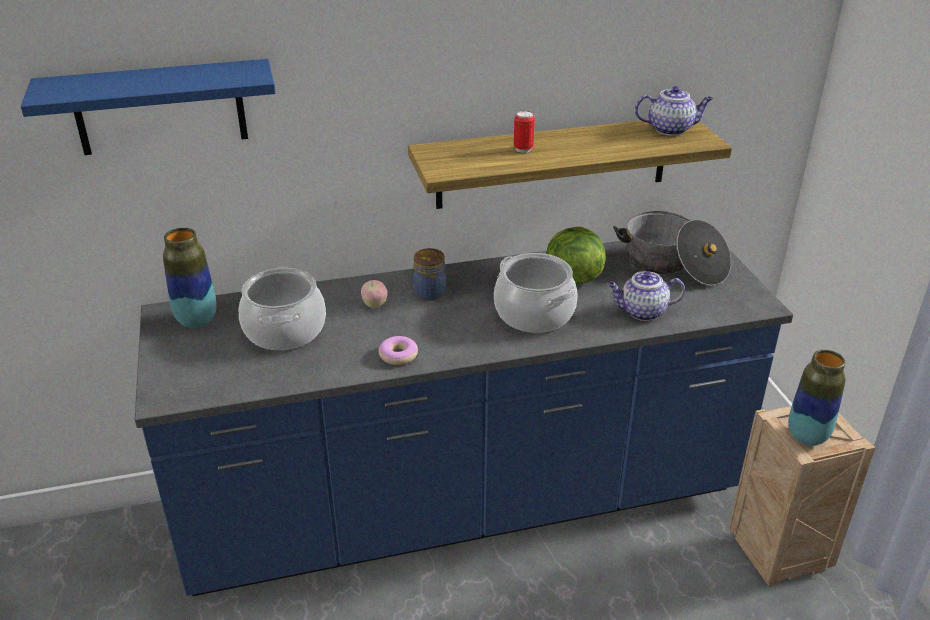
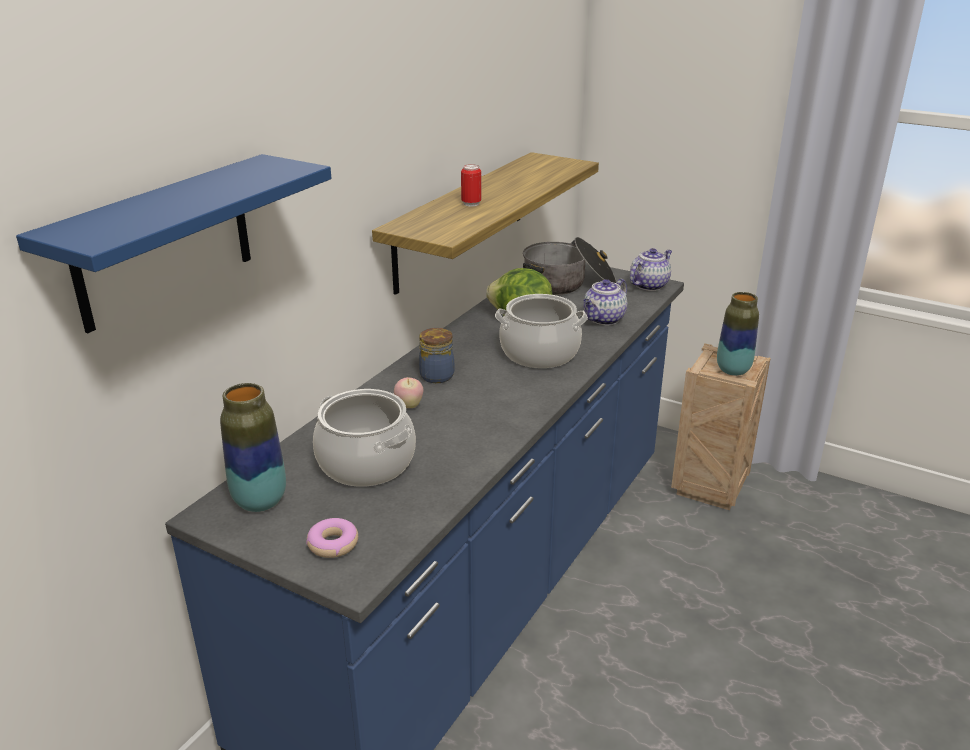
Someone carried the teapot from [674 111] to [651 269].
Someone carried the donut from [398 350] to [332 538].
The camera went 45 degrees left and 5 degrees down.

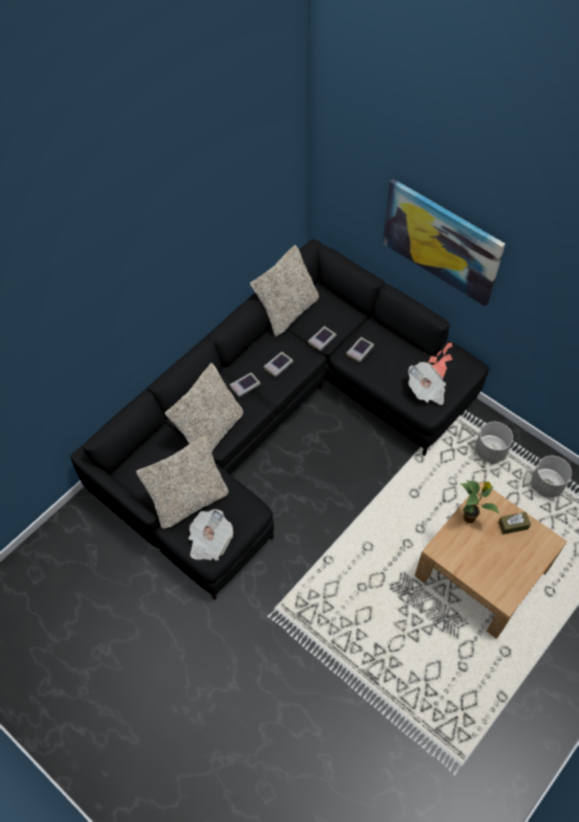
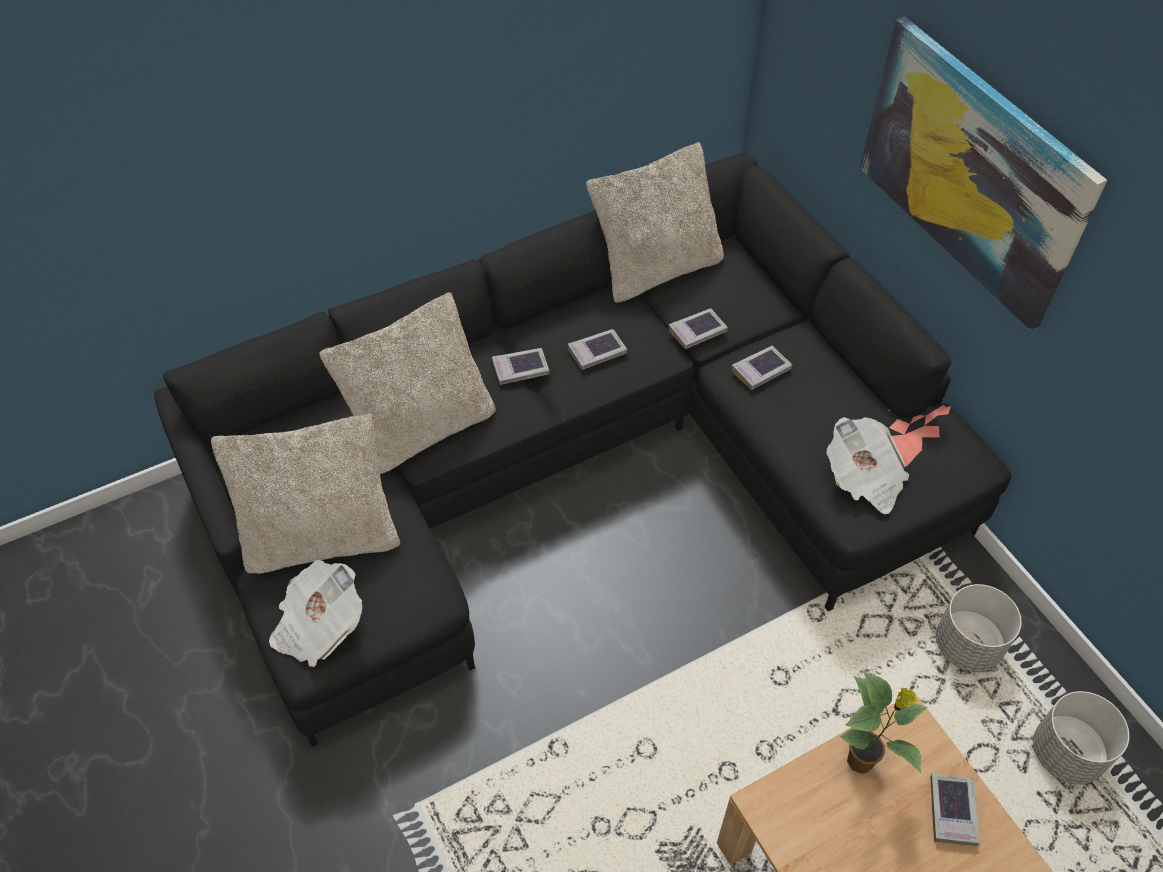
Someone swapped the tissue box (brown) at [514 523] for the book at [954 809].
The camera went 20 degrees right and 5 degrees down.

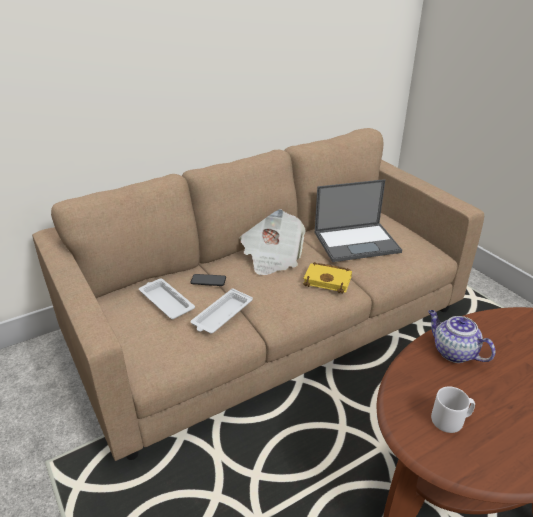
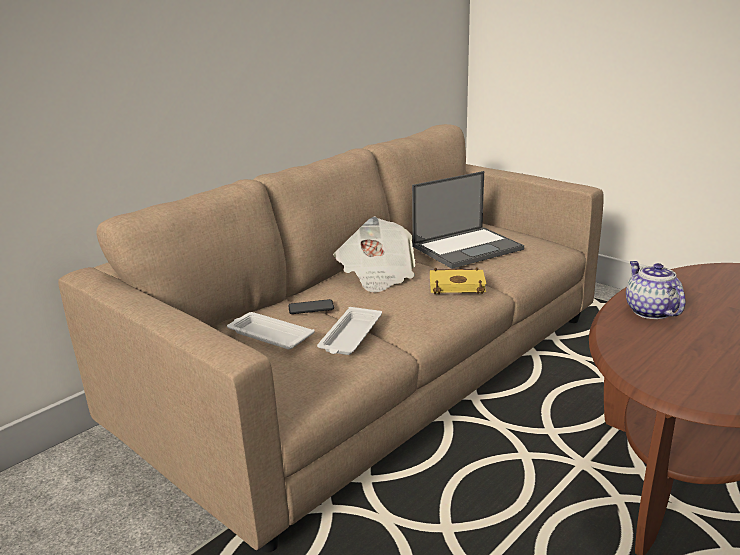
Someone rotated the teapot at [462 336] by 45 degrees clockwise.
Someone took away the mug (white) at [453 409].
The camera went 15 degrees left and 10 degrees down.

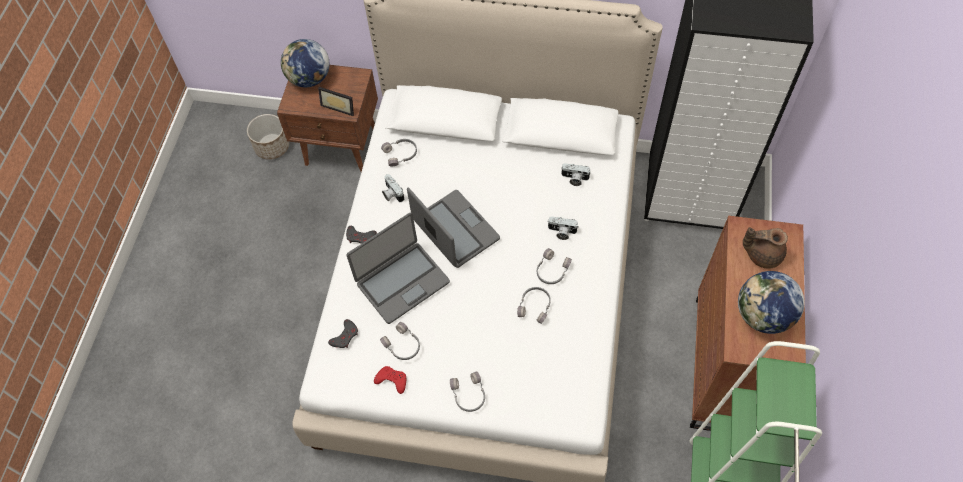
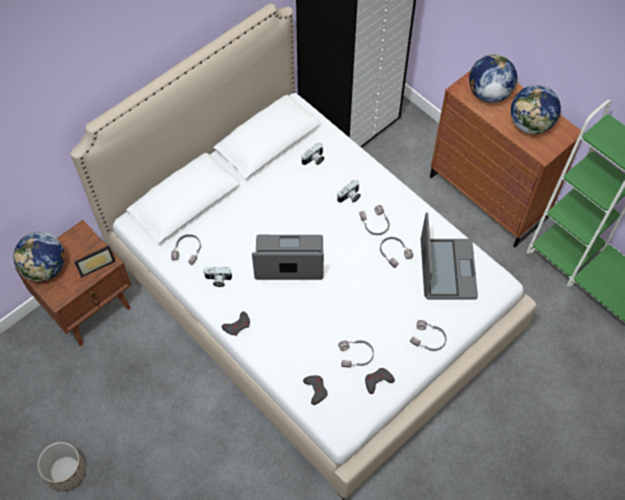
Someone carried the planter from [268 137] to [61 466].
Someone carried the laptop from [398 268] to [449 256].
Someone swapped the teapot (brown) at [765 248] for the globe at [493 78].
Someone repainted the game controller (red) at [390 380], which became the game controller (grey) at [380 381].
The camera went 55 degrees left and 0 degrees up.

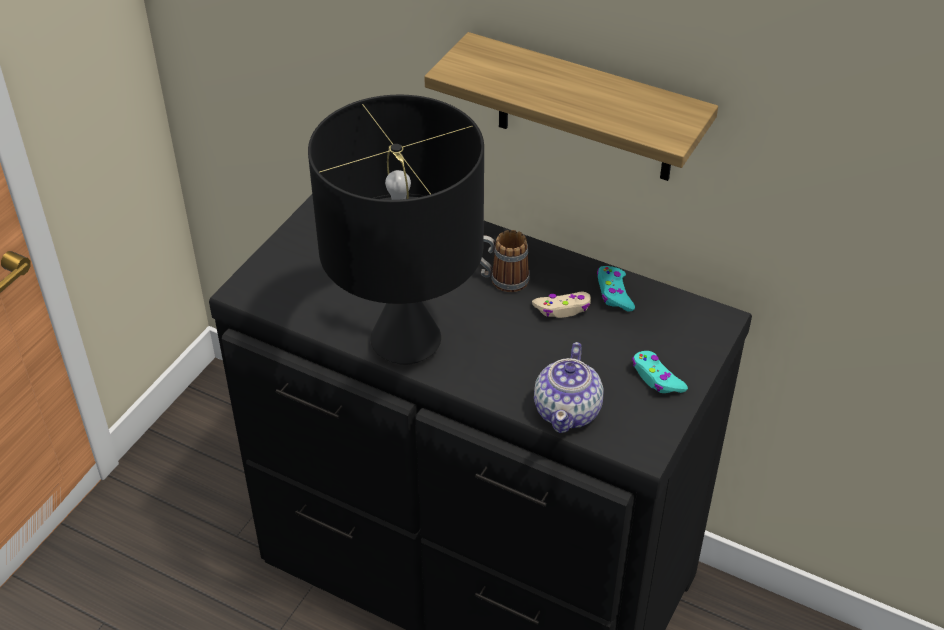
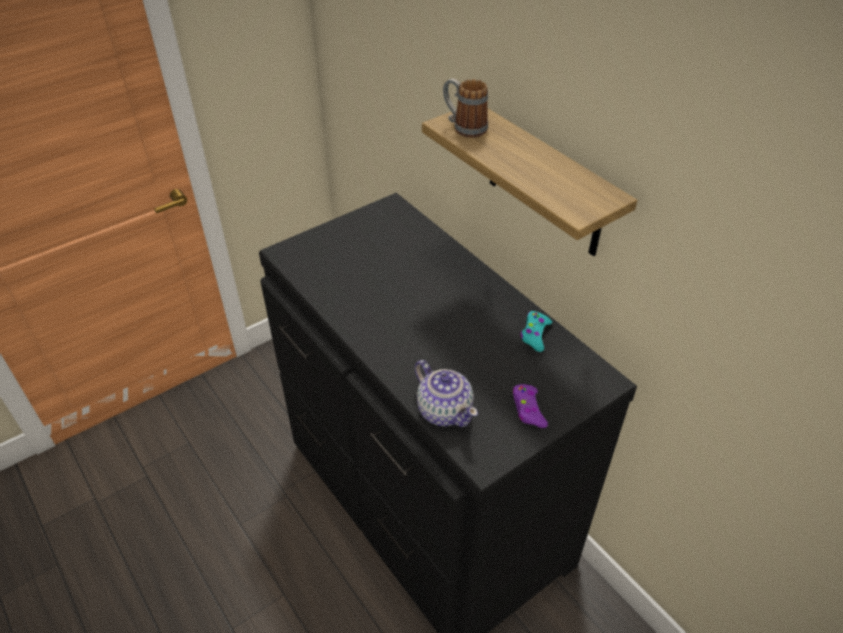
Someone took away the table lamp (black) at [396 230].
Someone carried the mug from [505 261] to [465 108].
Someone took away the game controller (beige) at [561 304].
Someone rotated the teapot at [568 387] by 75 degrees counterclockwise.
Someone repainted the game controller (turquoise) at [660 372], which became the game controller (purple) at [530 406].
The camera went 25 degrees right and 0 degrees up.

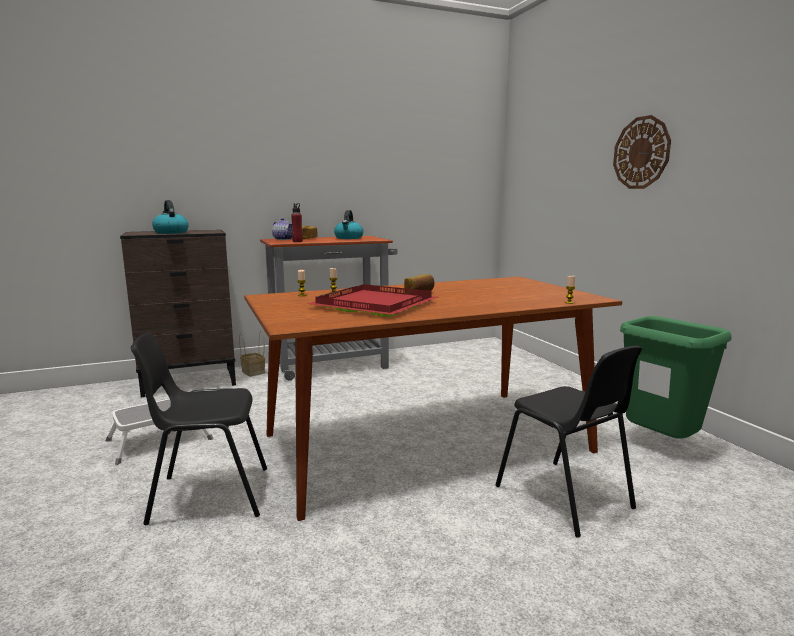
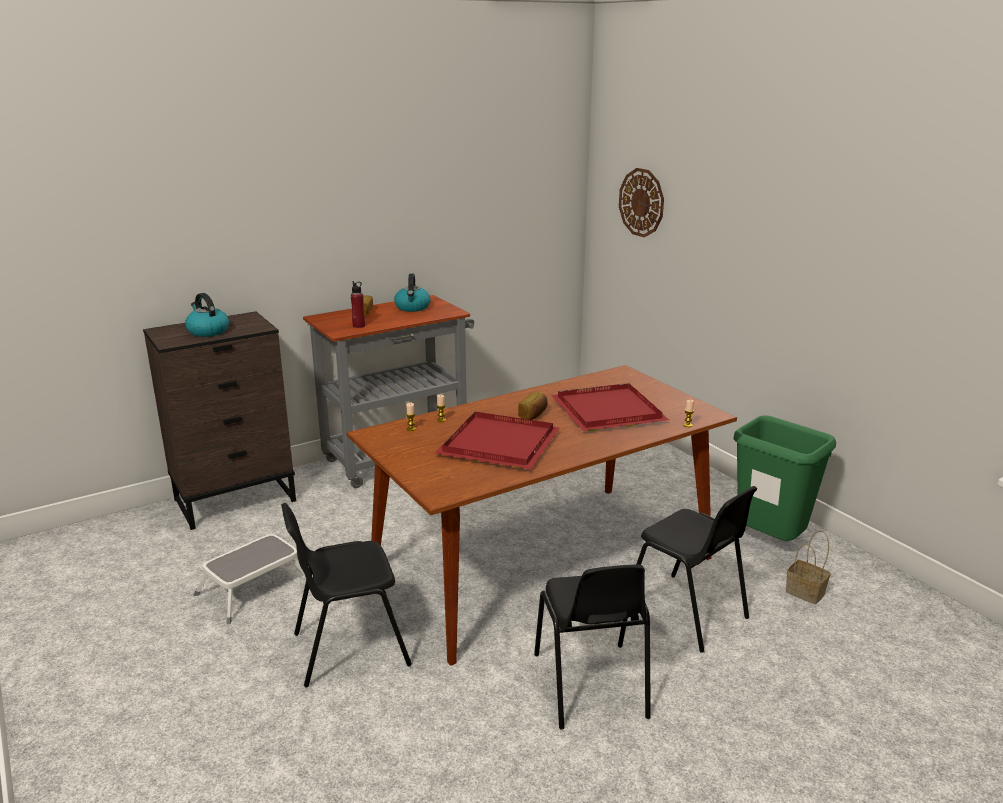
Someone carried the wall clock from [642 152] to [641 202].
Someone took away the teapot at [282 229].
Someone carried the basket from [252 353] to [808 567].
Someone put down the tray (red) at [610 407].
Someone put down the chair (black) at [592 646].
The camera went 10 degrees left and 10 degrees up.

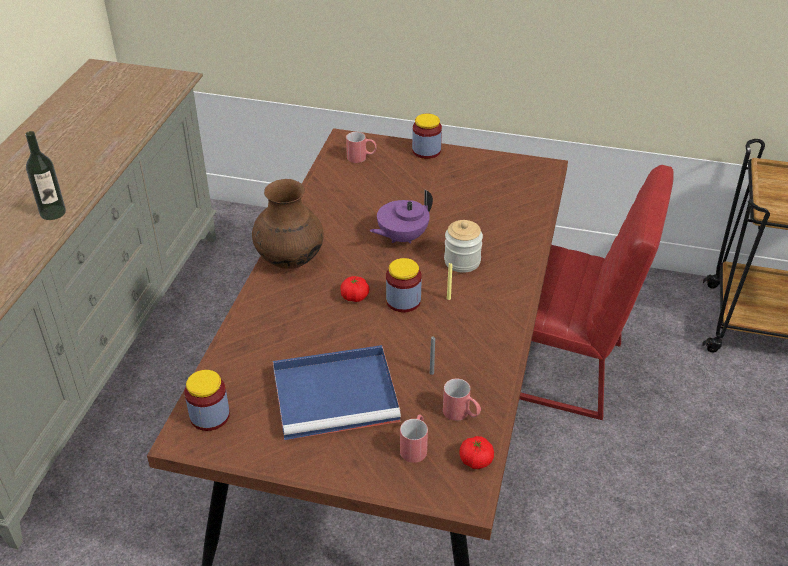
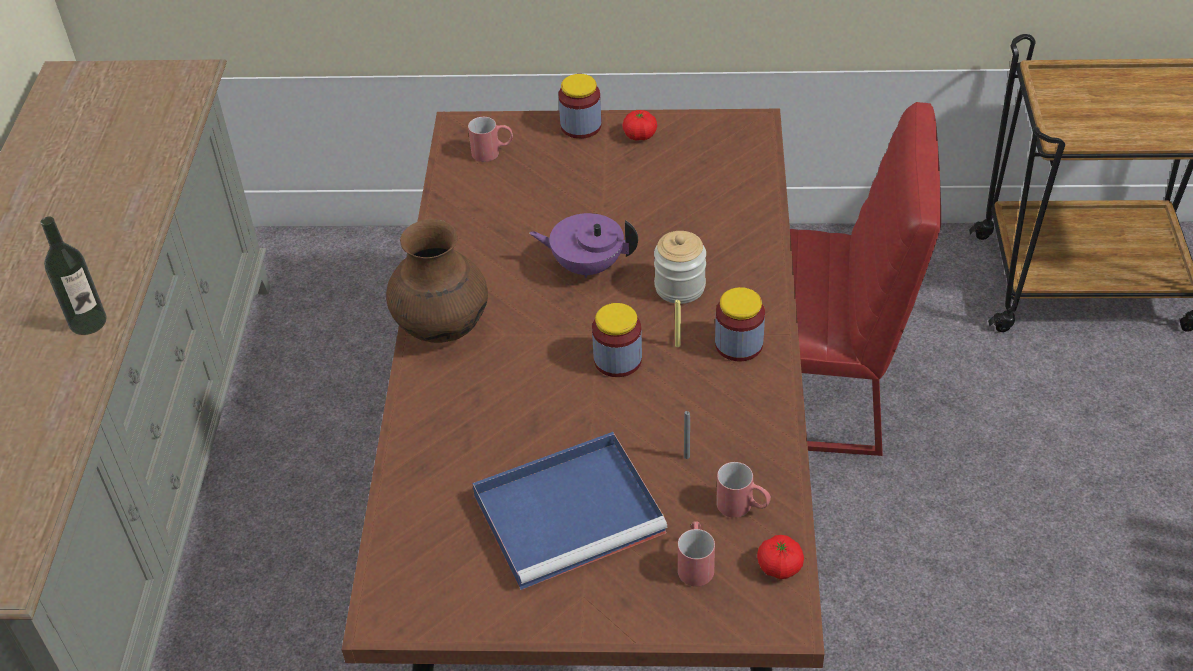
Someone rotated the teapot (purple) at [401 217] by 60 degrees clockwise.
Someone carried the tomato from [355 289] to [639 125].
Someone carried the jar from [207 400] to [740 324].
The camera went 10 degrees left and 5 degrees up.

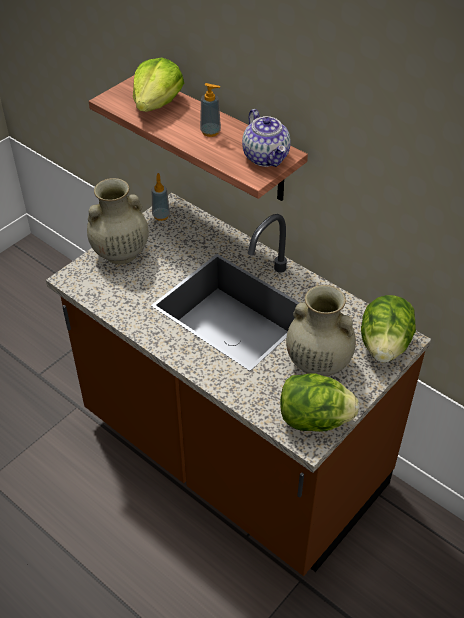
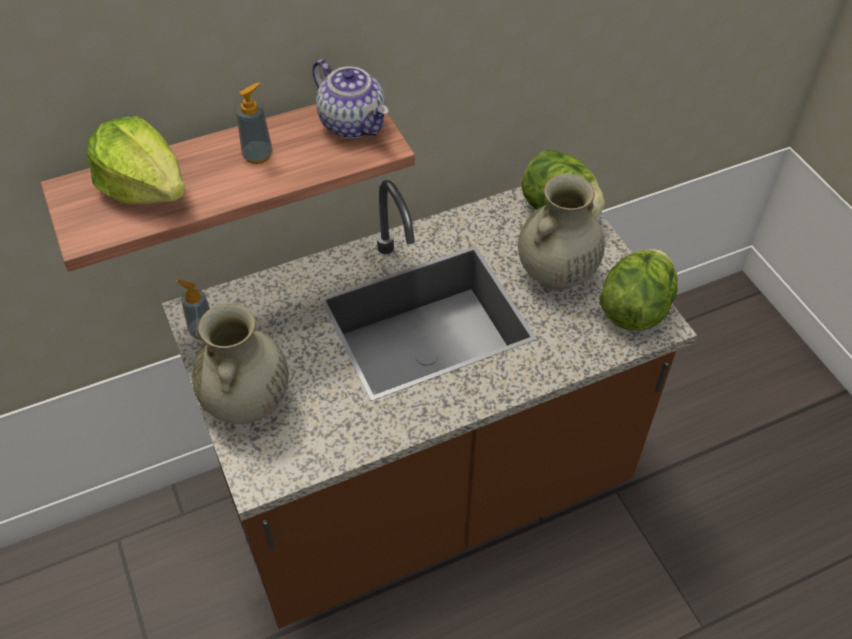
Someone rotated the teapot at [266 138] by 45 degrees clockwise.
The camera went 65 degrees left and 5 degrees up.

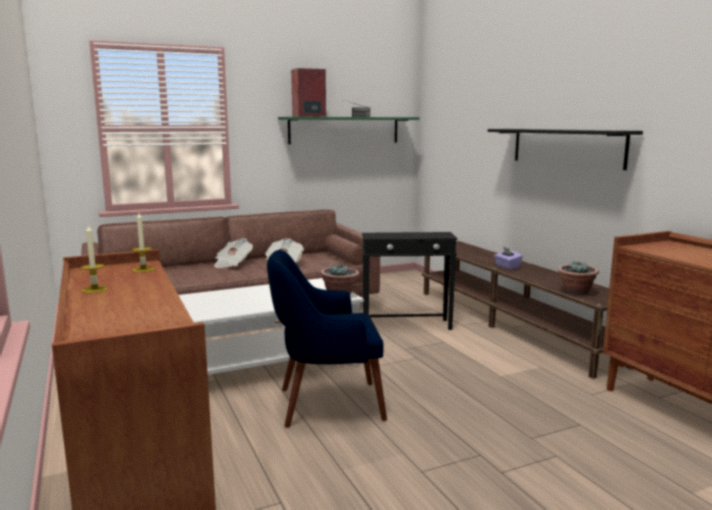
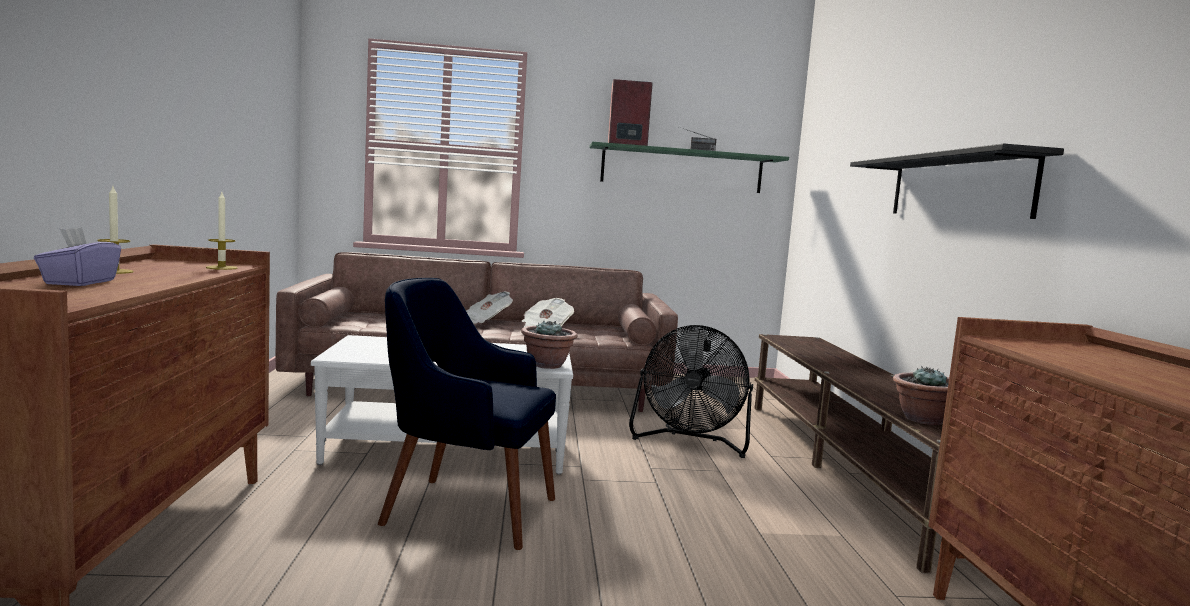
Someone swapped the side table (black) at [410 281] for the fan (black) at [691 391].
Someone carried the tissue box (purple) from [508 258] to [77 256].
The camera went 20 degrees right and 5 degrees down.

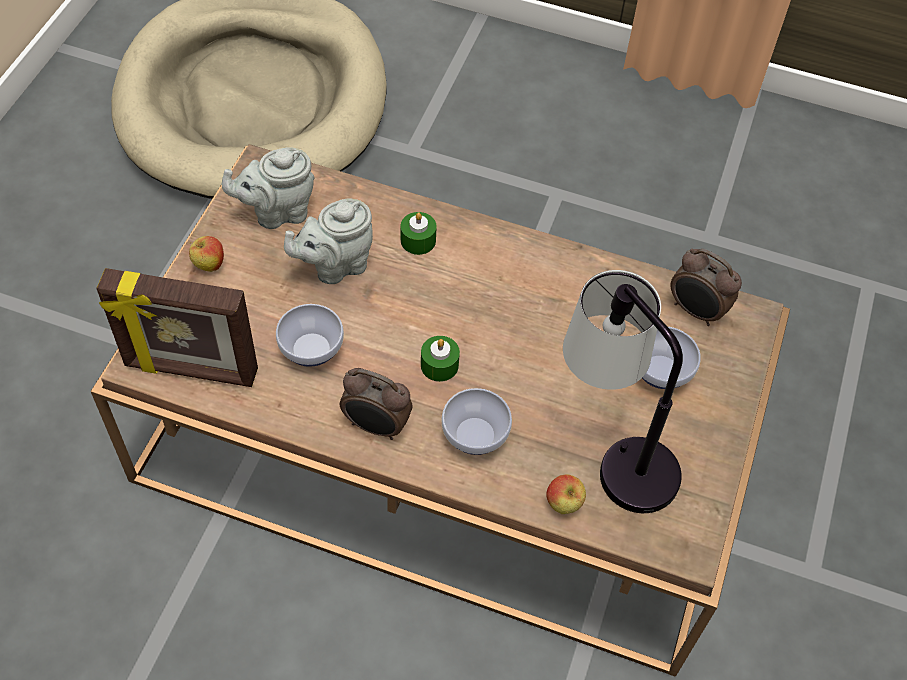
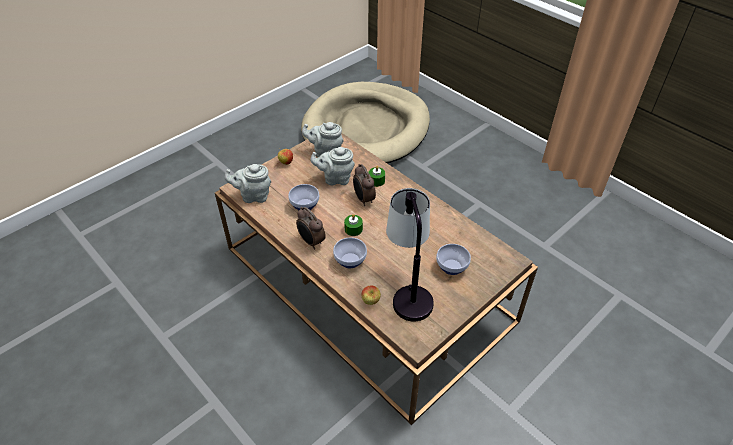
Someone carried the alarm clock from [706 287] to [364 185].
Someone swapped the picture frame at [177 327] for the teapot (grey) at [248 183].
The camera went 30 degrees right and 10 degrees down.

